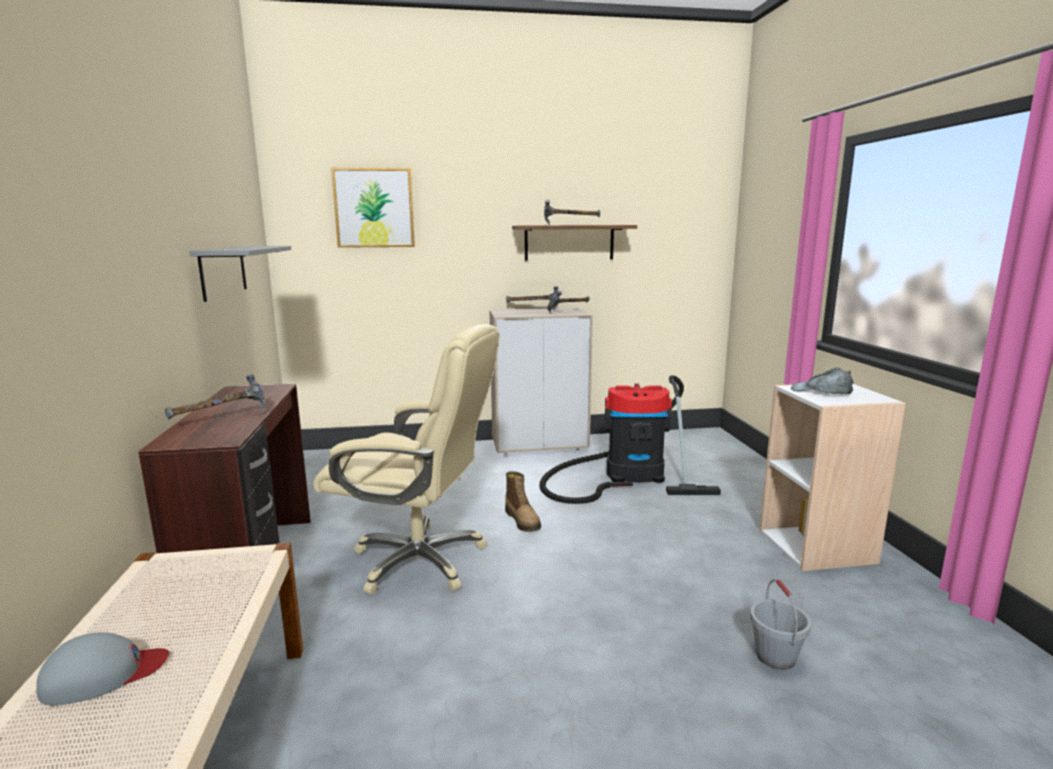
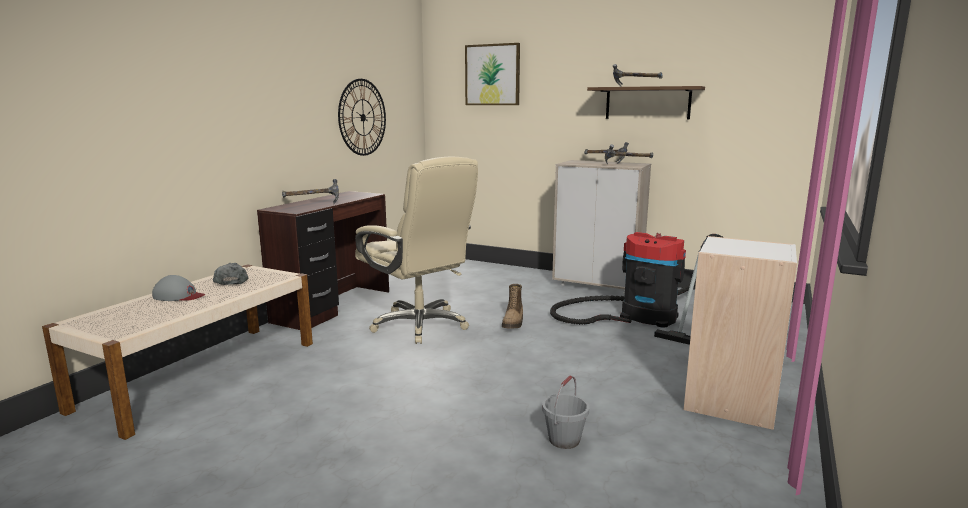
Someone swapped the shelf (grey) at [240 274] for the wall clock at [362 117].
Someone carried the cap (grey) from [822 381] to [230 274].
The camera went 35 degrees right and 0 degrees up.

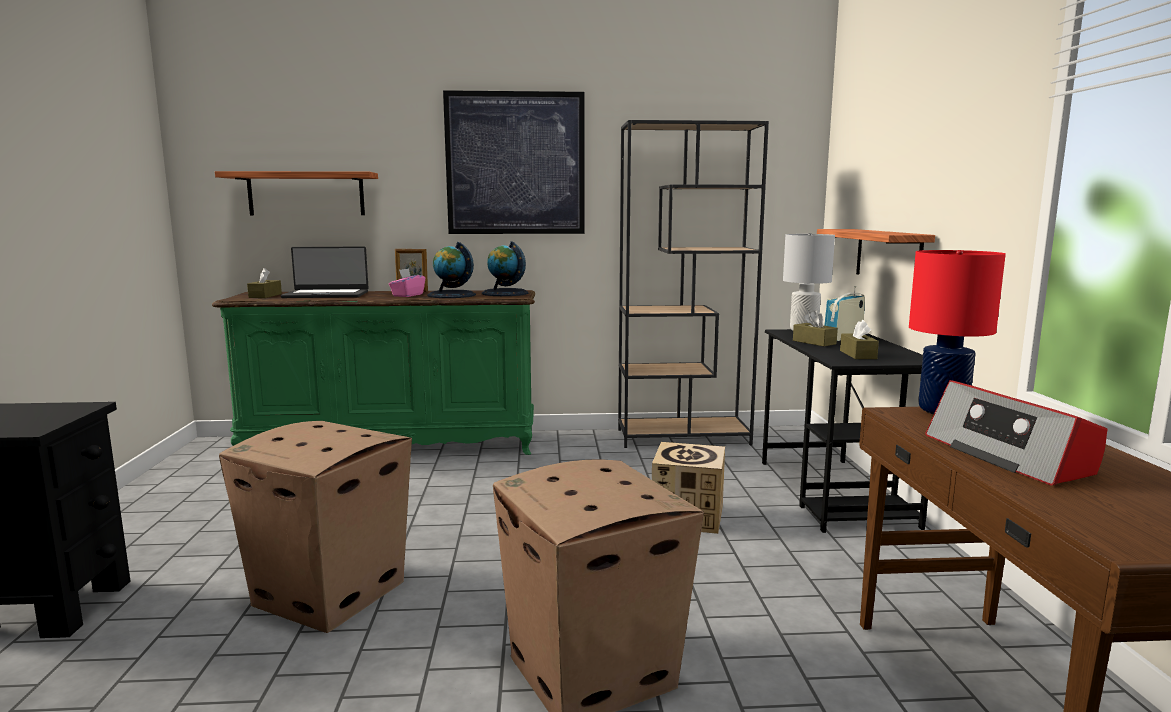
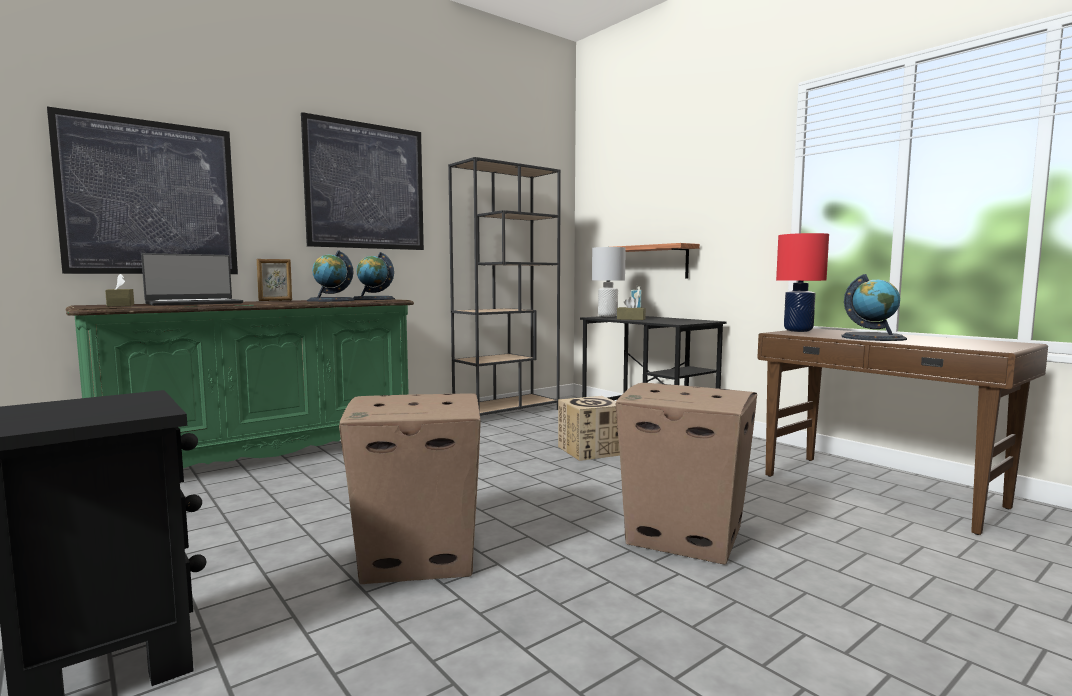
Someone swapped the shelf at [296 193] for the picture at [142 190].
Someone took away the tissue box (pink) at [407 282].
Someone took away the tissue box (brown) at [859 339].
Someone swapped the radio at [1016 433] for the globe at [874 307].
The camera went 35 degrees left and 5 degrees down.

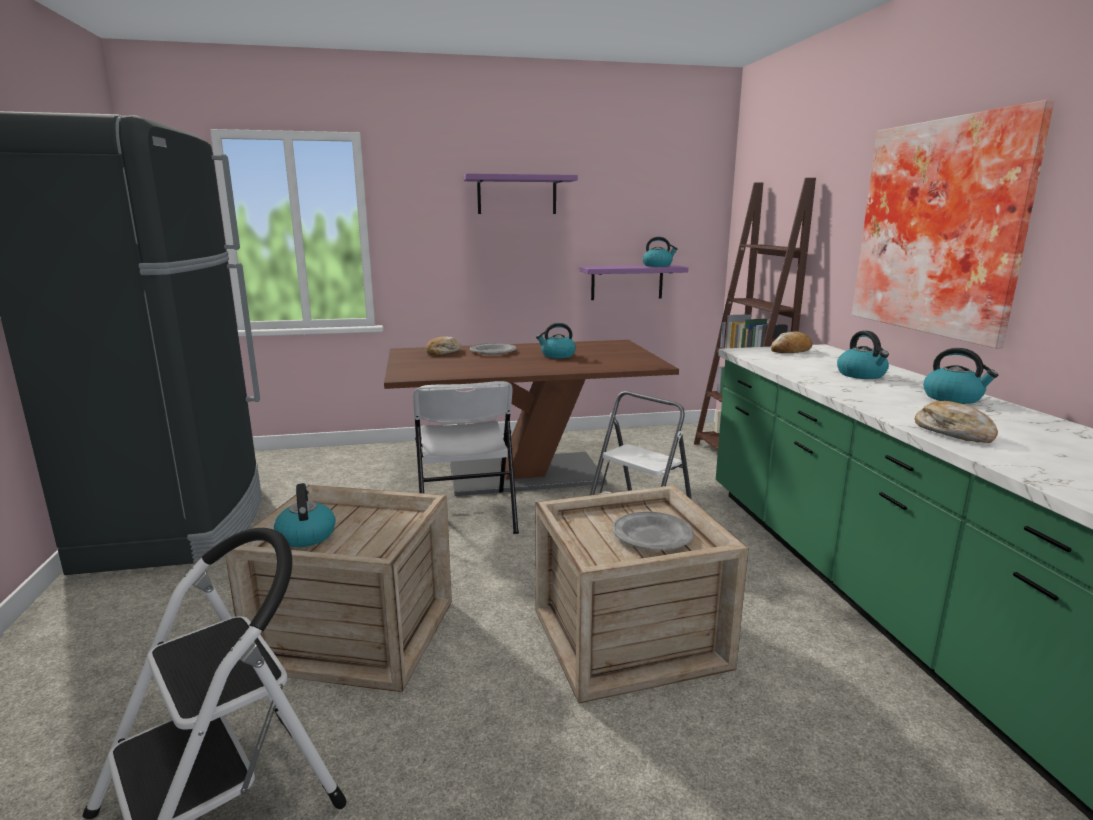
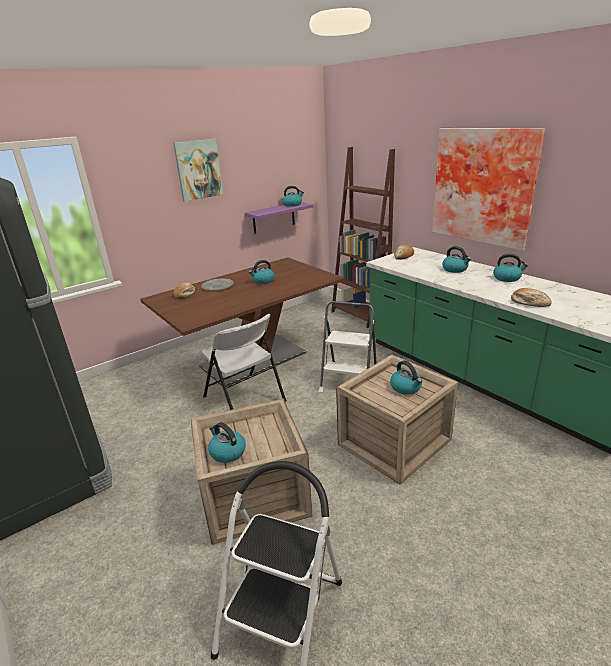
Someone swapped the shelf (purple) at [520 193] for the picture at [198 170].
Someone swapped the plate (grey) at [653 531] for the kettle at [406 378].
The camera went 25 degrees left and 10 degrees up.

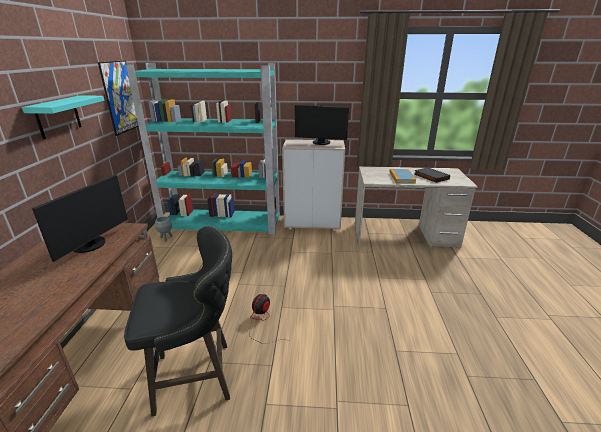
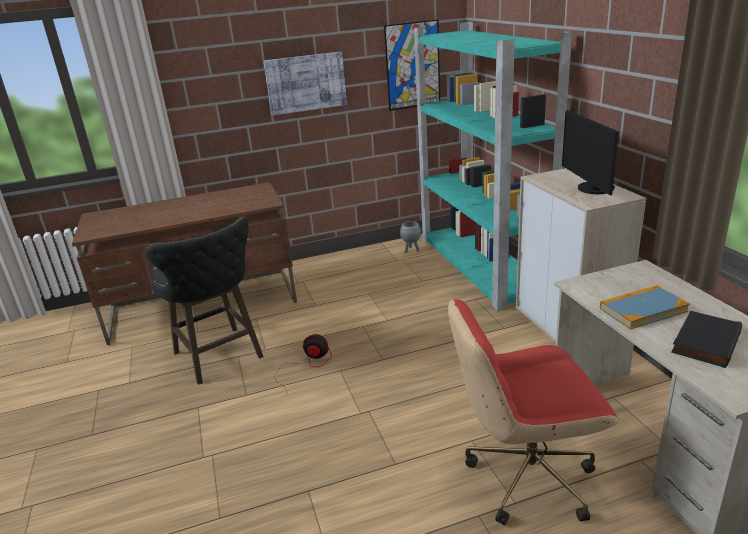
Someone swapped the shelf (turquoise) at [63 117] for the picture at [305 83].
Someone took away the monitor at [80 218].
Someone put down the office chair (red) at [533 412].
The camera went 70 degrees right and 0 degrees up.

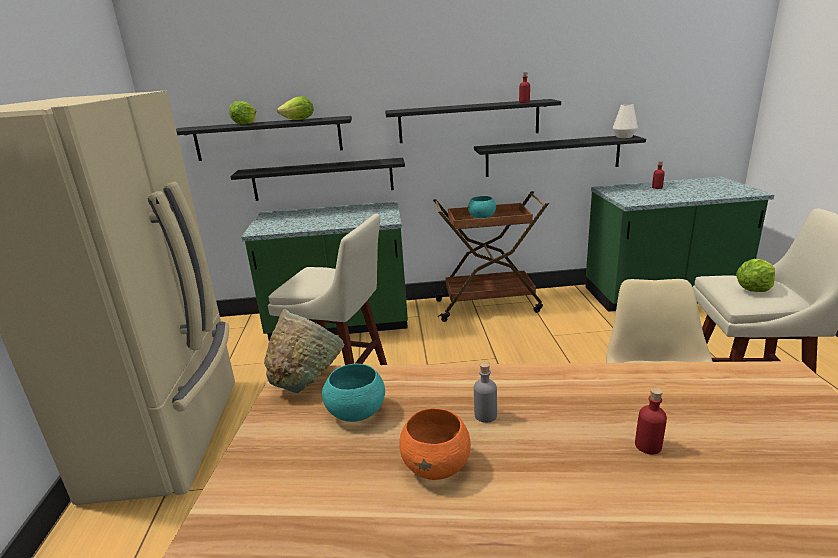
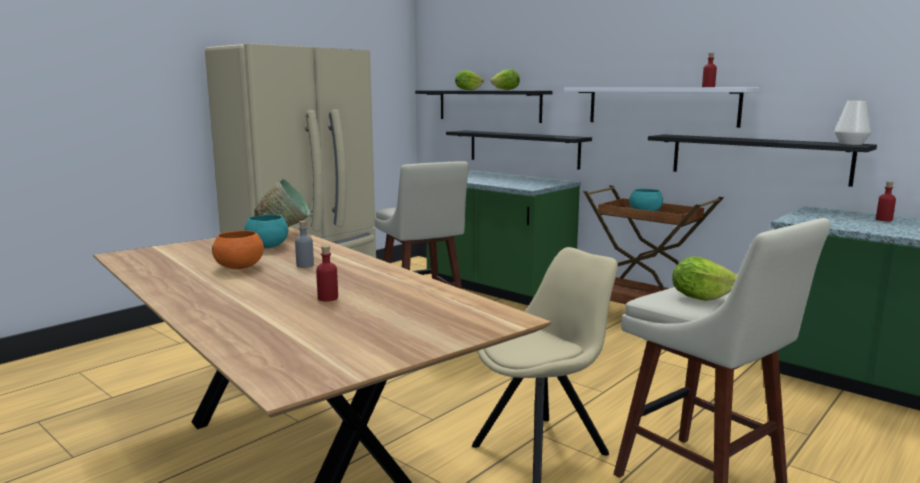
Someone repainted the shelf (black) at [473 121], which became the shelf (white) at [661 108].
The camera went 45 degrees right and 10 degrees down.

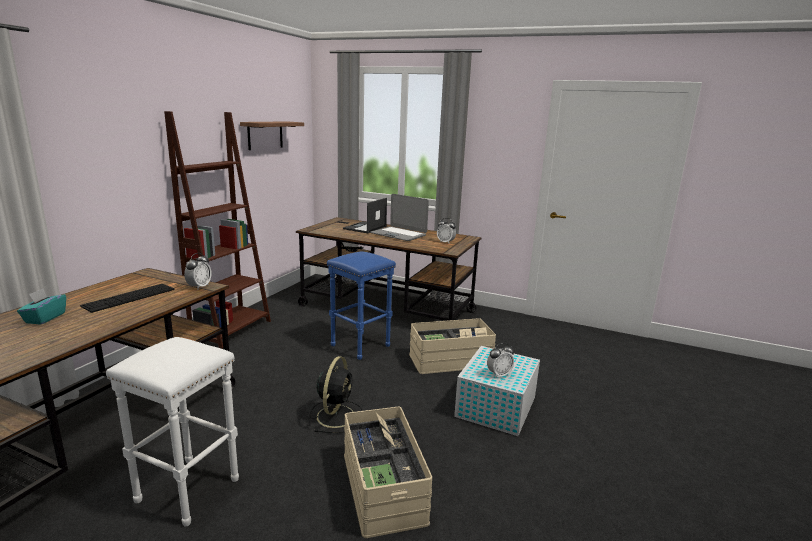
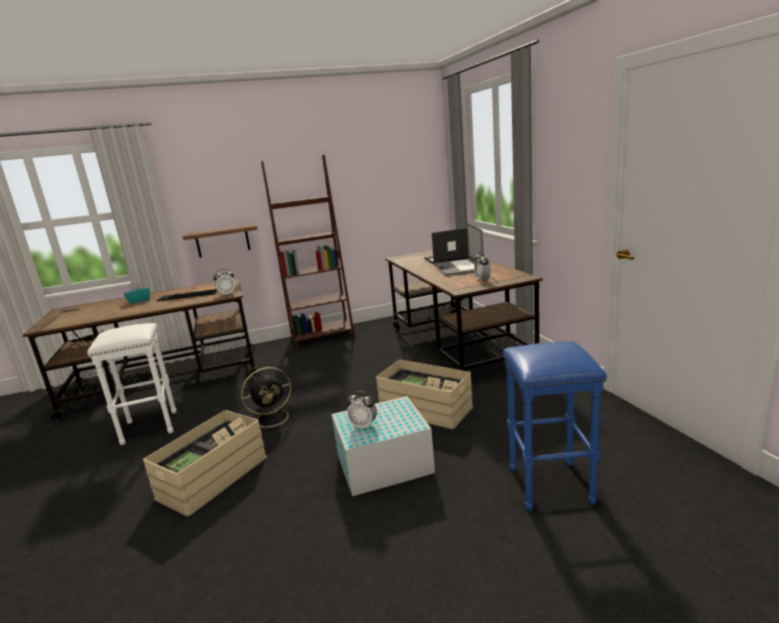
Someone carried the shelf from [272 135] to [220 241].
Someone carried the stool (blue) from [361 306] to [555 426].
The camera went 50 degrees right and 0 degrees up.

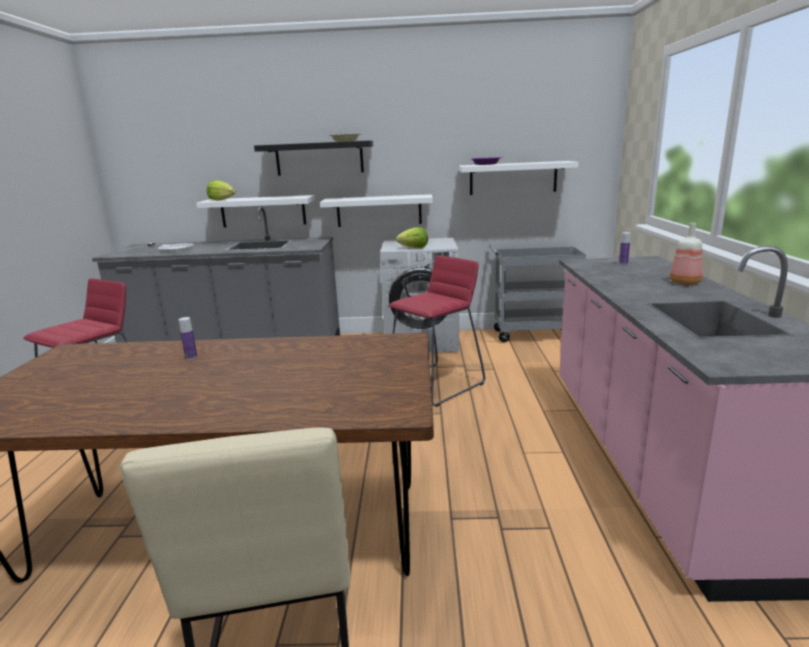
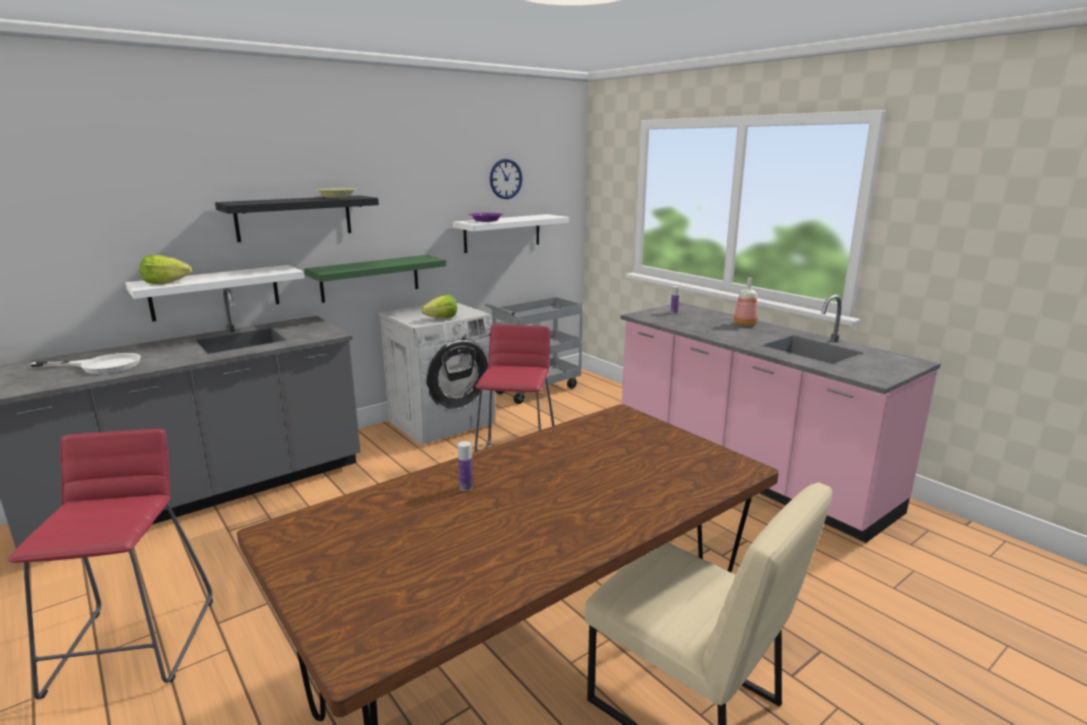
Someone repainted the shelf (white) at [376 210], which became the shelf (green) at [375 279].
Someone put up the wall clock at [506 179].
The camera went 40 degrees left and 0 degrees up.

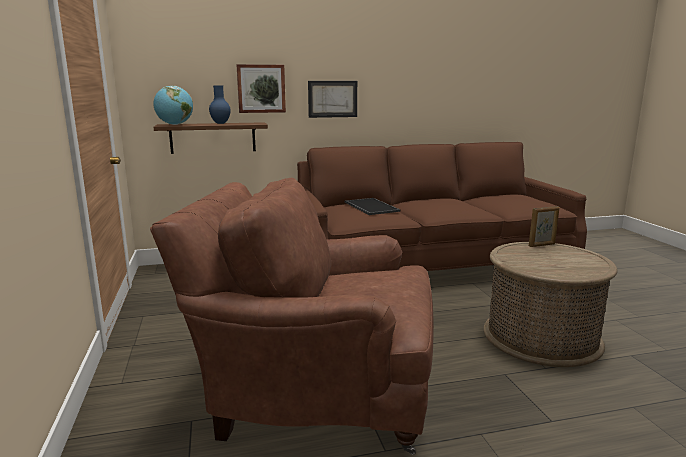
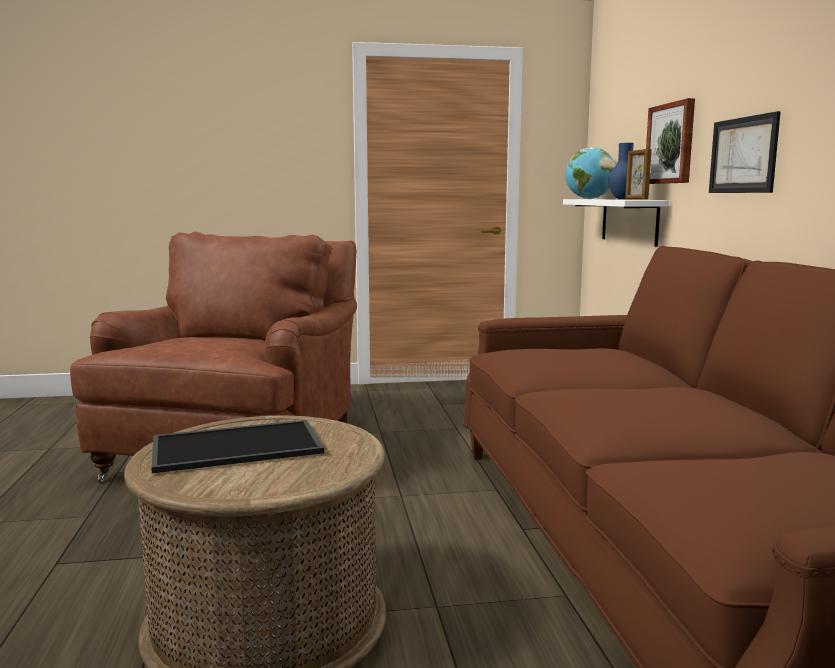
Someone repainted the shelf (brown) at [211 138], which became the shelf (white) at [616 223].
Someone carried the tray from [372 206] to [237 446].
Someone carried the picture frame from [544 226] to [638 174].
The camera went 95 degrees right and 5 degrees down.

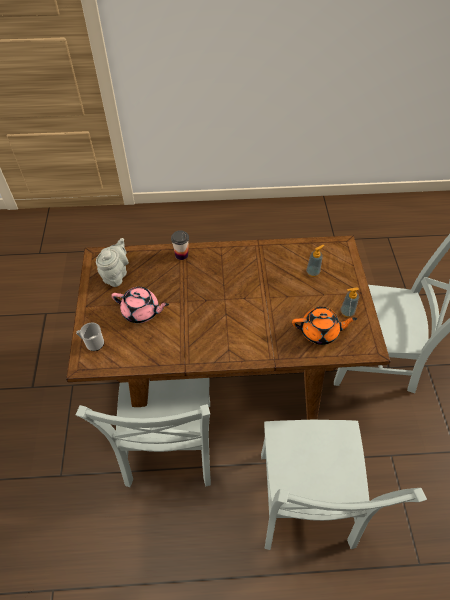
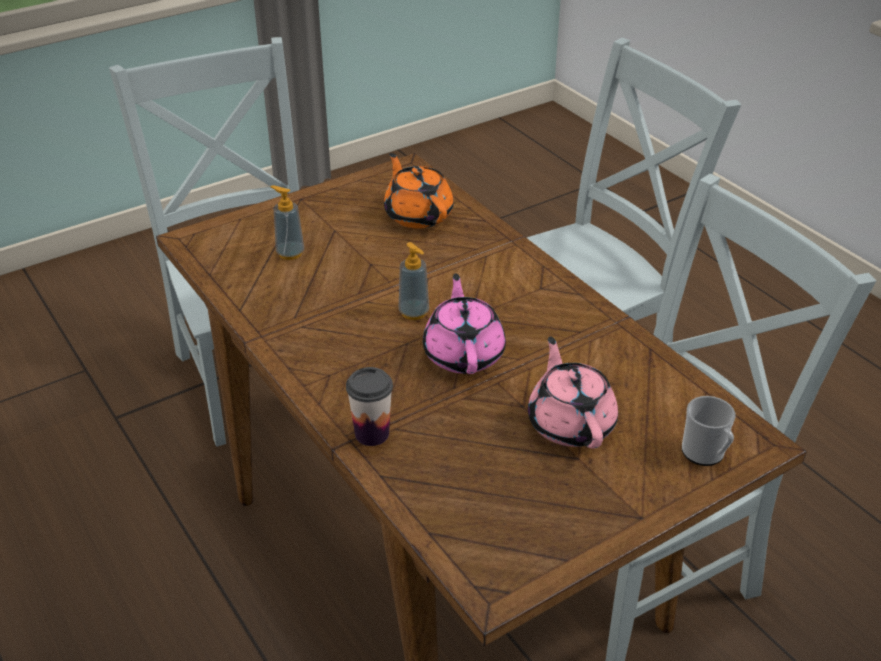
Someone took away the teapot (grey) at [112 262].
Someone carried the soap dispenser from [349 302] to [414 281].
Someone put down the teapot (pink) at [464 324].
The camera went 120 degrees left and 15 degrees down.

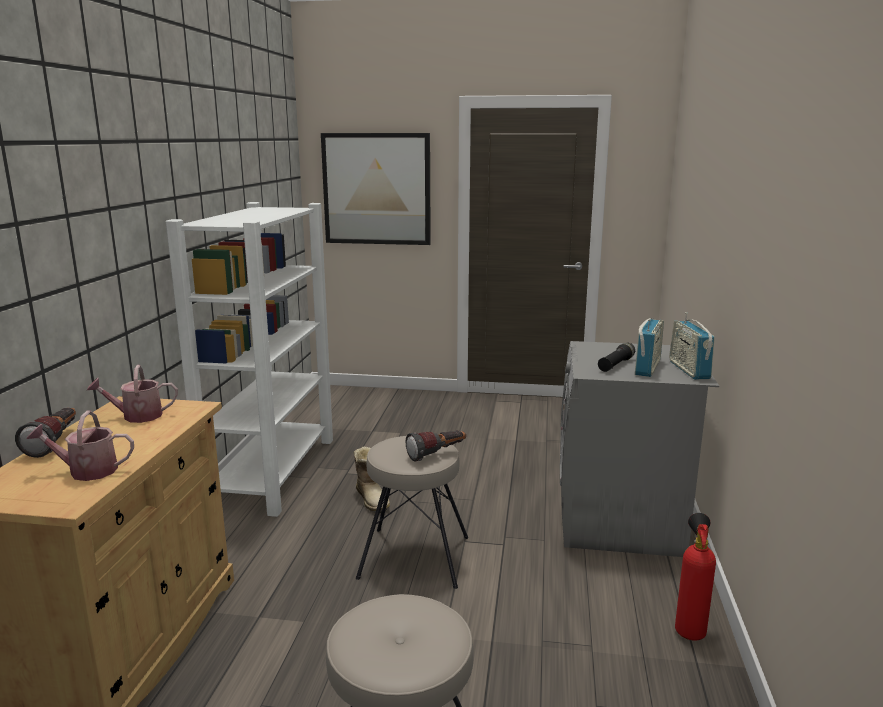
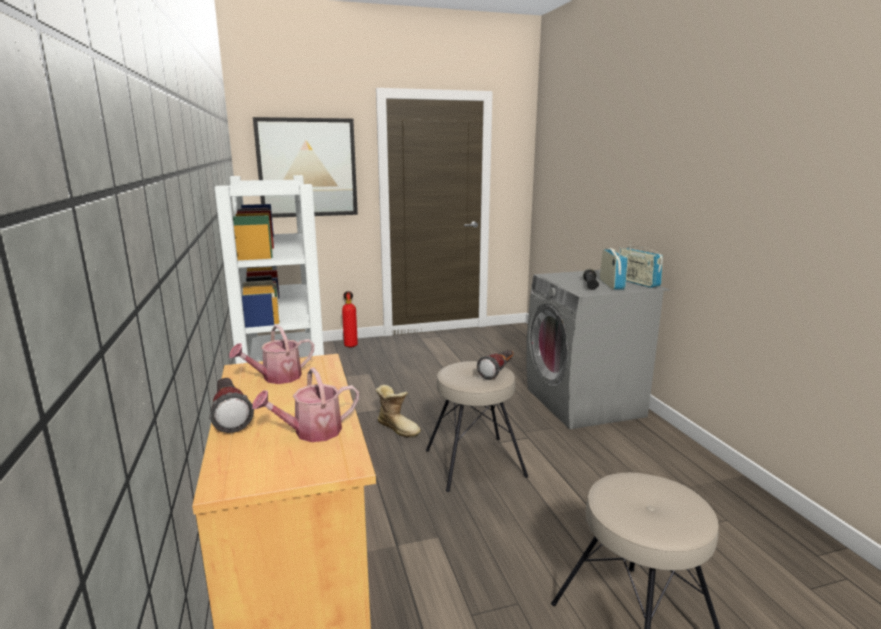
Someone carried the fire extinguisher from [695 577] to [350 319].
The camera went 25 degrees left and 0 degrees up.

